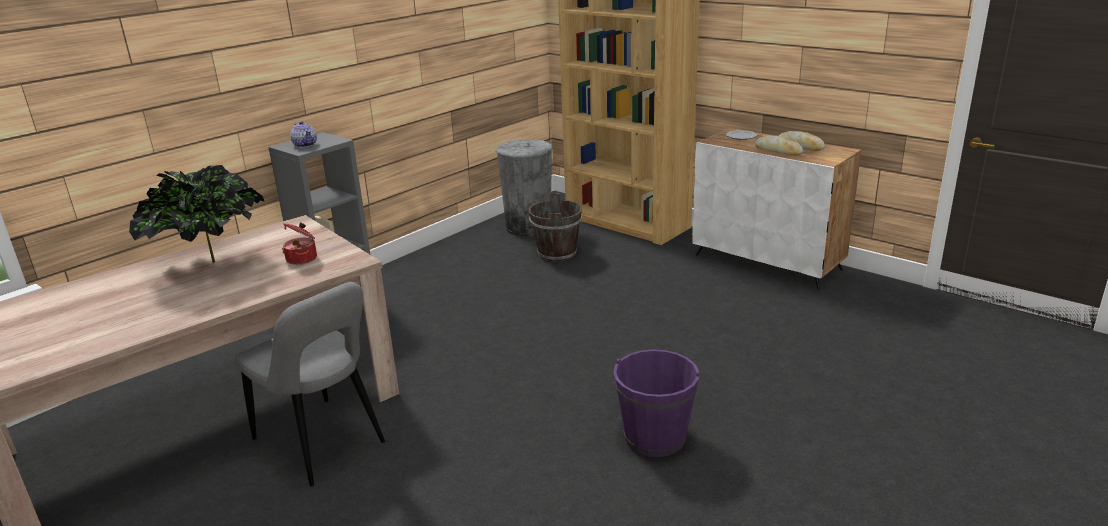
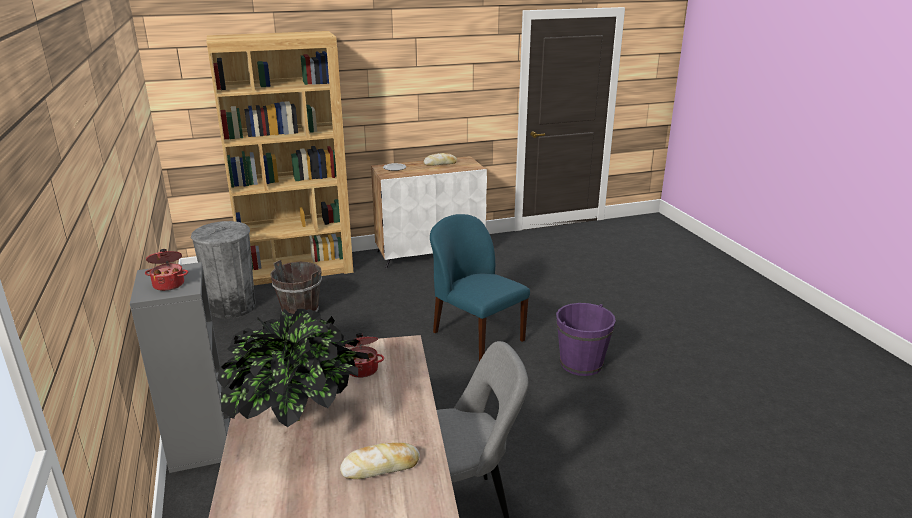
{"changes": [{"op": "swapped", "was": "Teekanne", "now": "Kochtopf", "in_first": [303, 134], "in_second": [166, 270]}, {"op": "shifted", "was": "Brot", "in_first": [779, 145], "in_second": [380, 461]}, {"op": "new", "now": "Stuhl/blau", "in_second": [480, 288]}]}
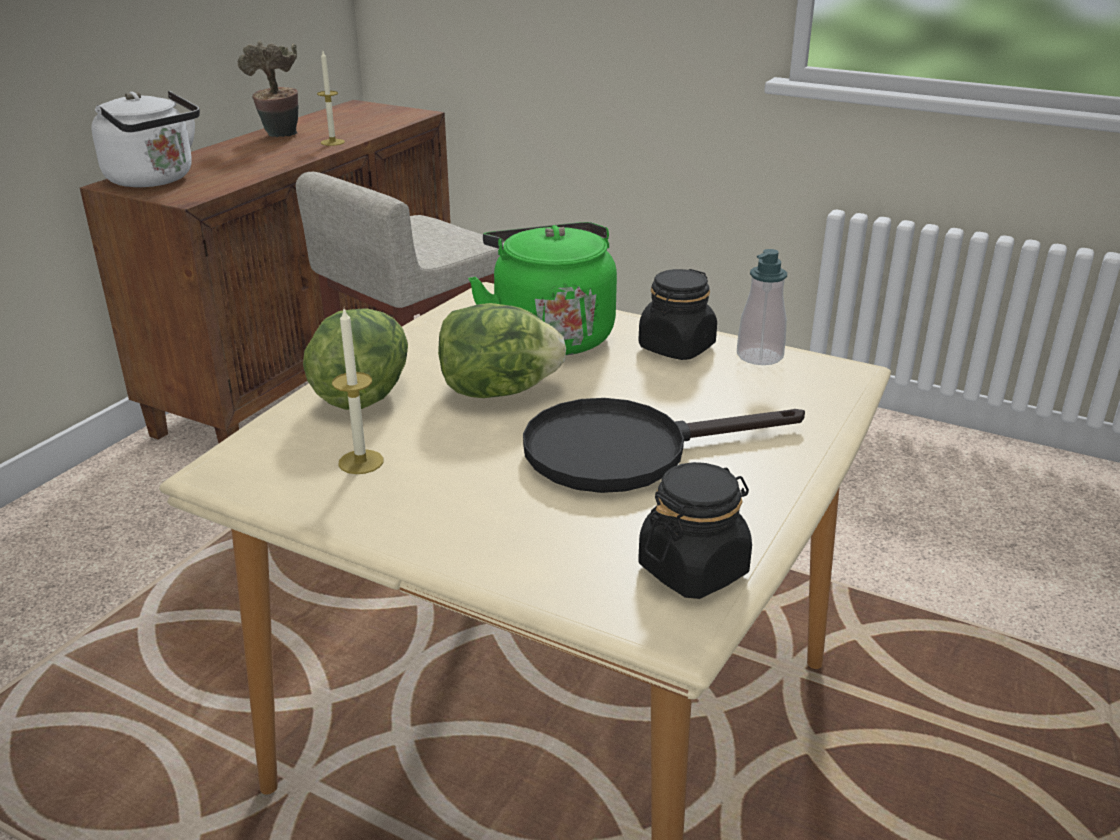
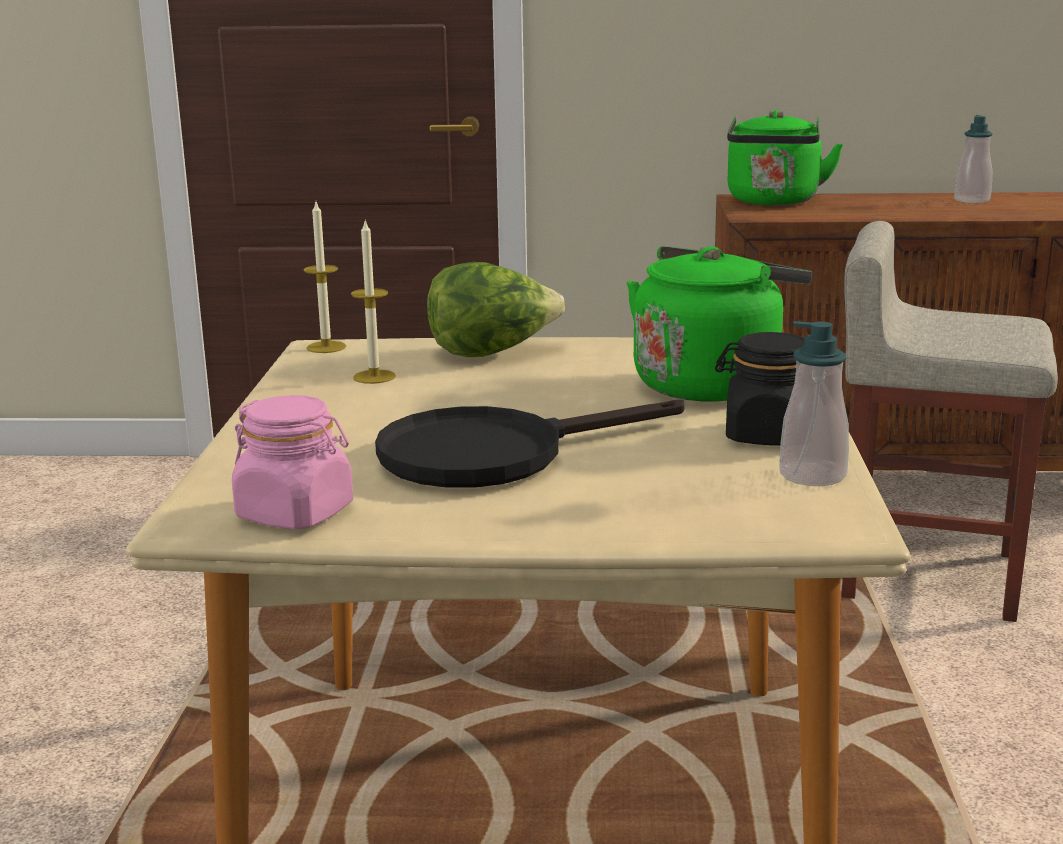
{"changes": [{"op": "repainted", "was": "Vorratsglas/schwarz", "now": "Vorratsglas/rosa", "in_first": [695, 530], "in_second": [292, 462]}, {"op": "shifted", "was": "Kerze", "in_first": [331, 98], "in_second": [324, 277]}, {"op": "rotated", "was": "Pfanne/schwarz", "in_first": [664, 445], "in_second": [530, 444], "clockwise": -75}, {"op": "repainted", "was": "Wasserkessel/weiß", "now": "Wasserkessel/grün", "in_first": [145, 139], "in_second": [785, 158]}, {"op": "swapped", "was": "Topfpflanze", "now": "Seifenspender", "in_first": [268, 89], "in_second": [973, 159]}, {"op": "gone", "was": "Salatkopf", "in_first": [502, 350]}]}
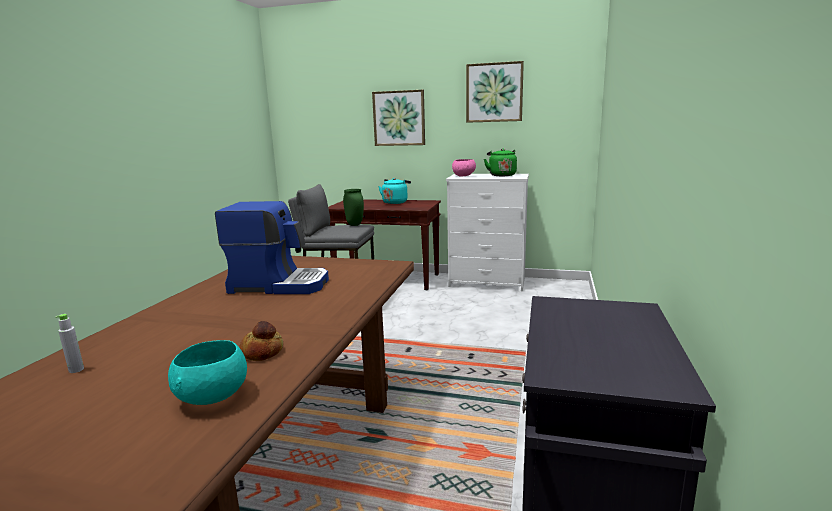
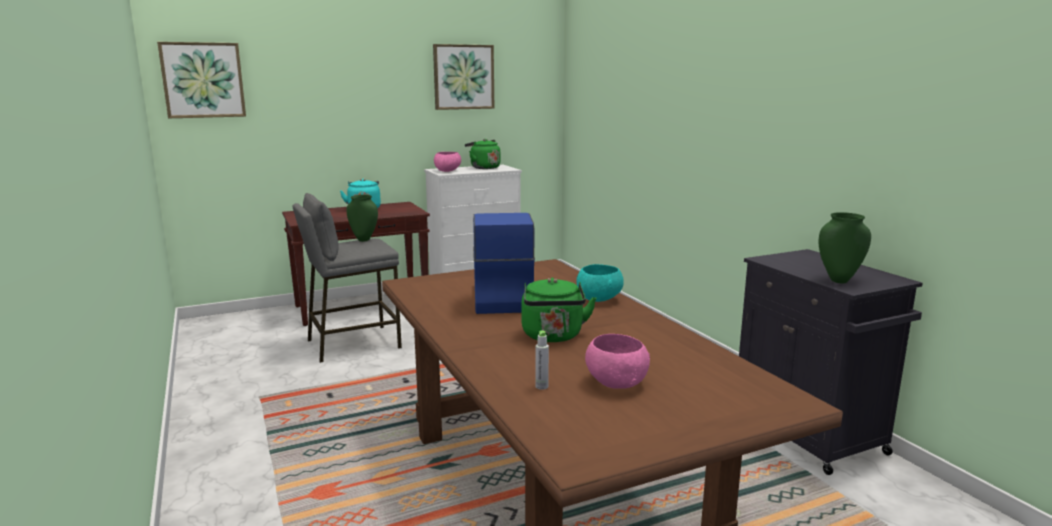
{"changes": [{"op": "shifted", "was": "Bild", "in_first": [398, 118], "in_second": [201, 80]}, {"op": "rotated", "was": "Kaffeemaschine", "in_first": [272, 247], "in_second": [504, 263], "clockwise": -60}, {"op": "new", "now": "Wasserkessel/grün", "in_second": [559, 310]}, {"op": "shifted", "was": "Schüssel/türkis", "in_first": [207, 372], "in_second": [600, 283]}, {"op": "new", "now": "Schüssel/rosa", "in_second": [617, 361]}, {"op": "new", "now": "Vase/grün", "in_second": [844, 248]}, {"op": "gone", "was": "Brot", "in_first": [261, 341]}]}
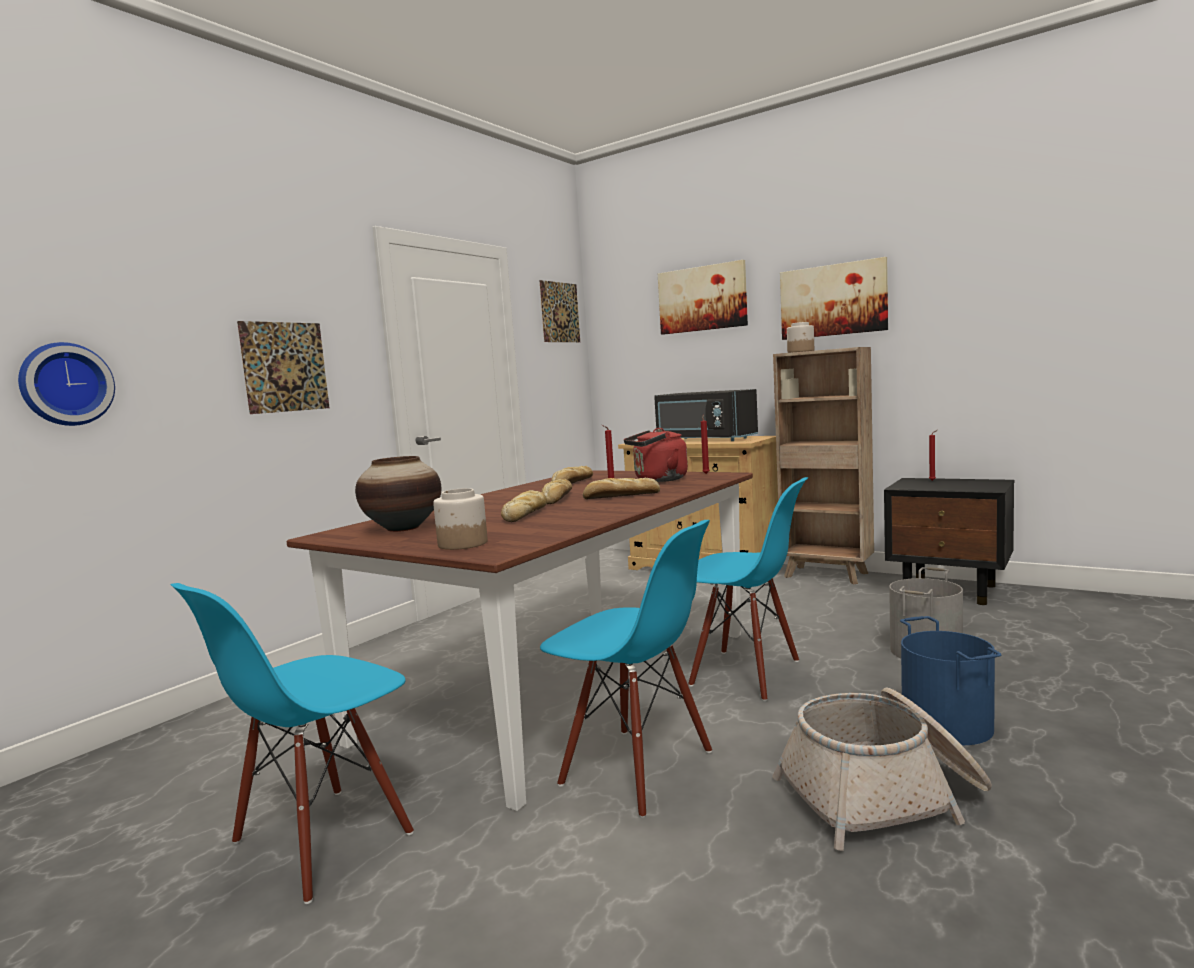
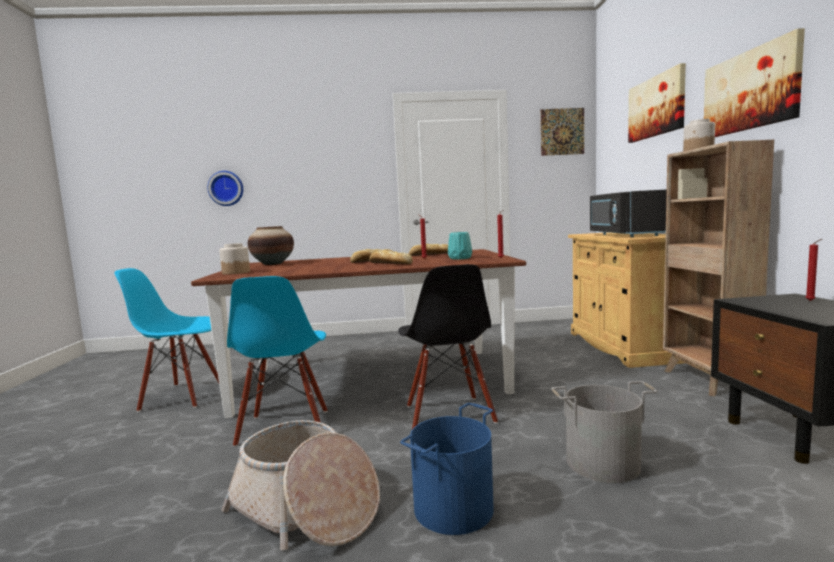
{"changes": [{"op": "repainted", "was": "Stuhl/blau", "now": "Stuhl/schwarz", "in_first": [748, 589], "in_second": [448, 346]}, {"op": "swapped", "was": "Wasserkessel/rot", "now": "Vase/türkis", "in_first": [656, 455], "in_second": [460, 245]}, {"op": "gone", "was": "Bild", "in_first": [283, 367]}, {"op": "gone", "was": "Brot", "in_first": [524, 506]}]}
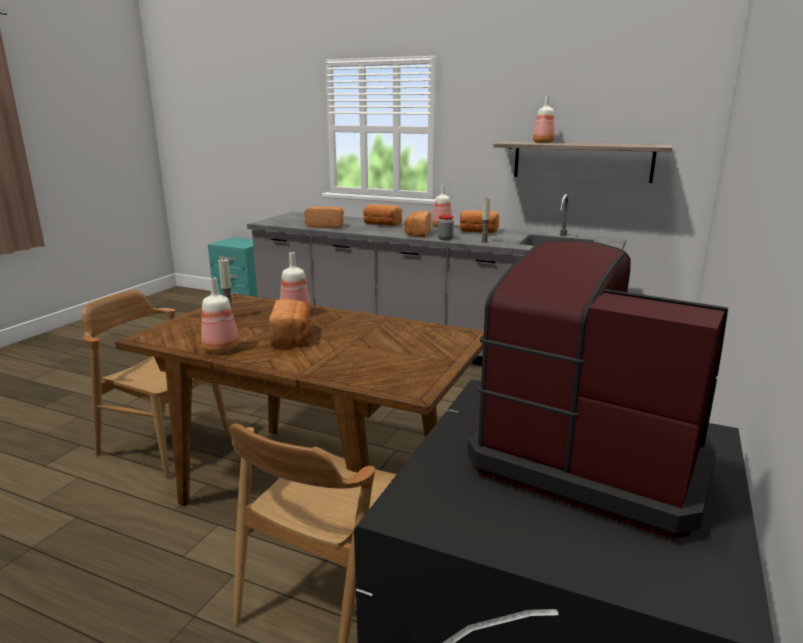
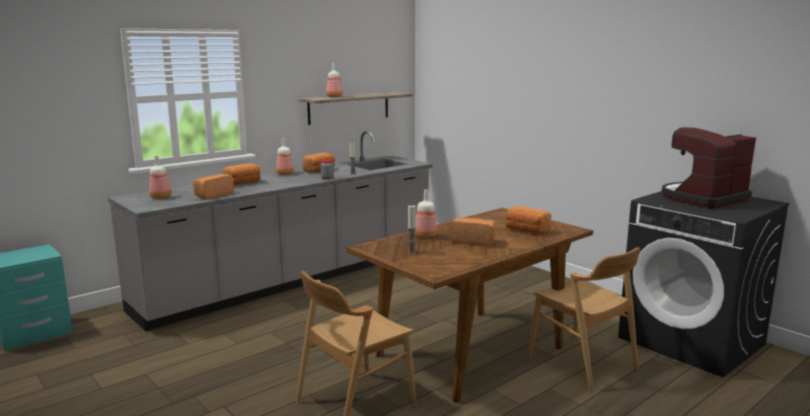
{"changes": [{"op": "shifted", "was": "Flasche", "in_first": [220, 315], "in_second": [160, 177]}, {"op": "shifted", "was": "Brot", "in_first": [417, 224], "in_second": [528, 220]}]}
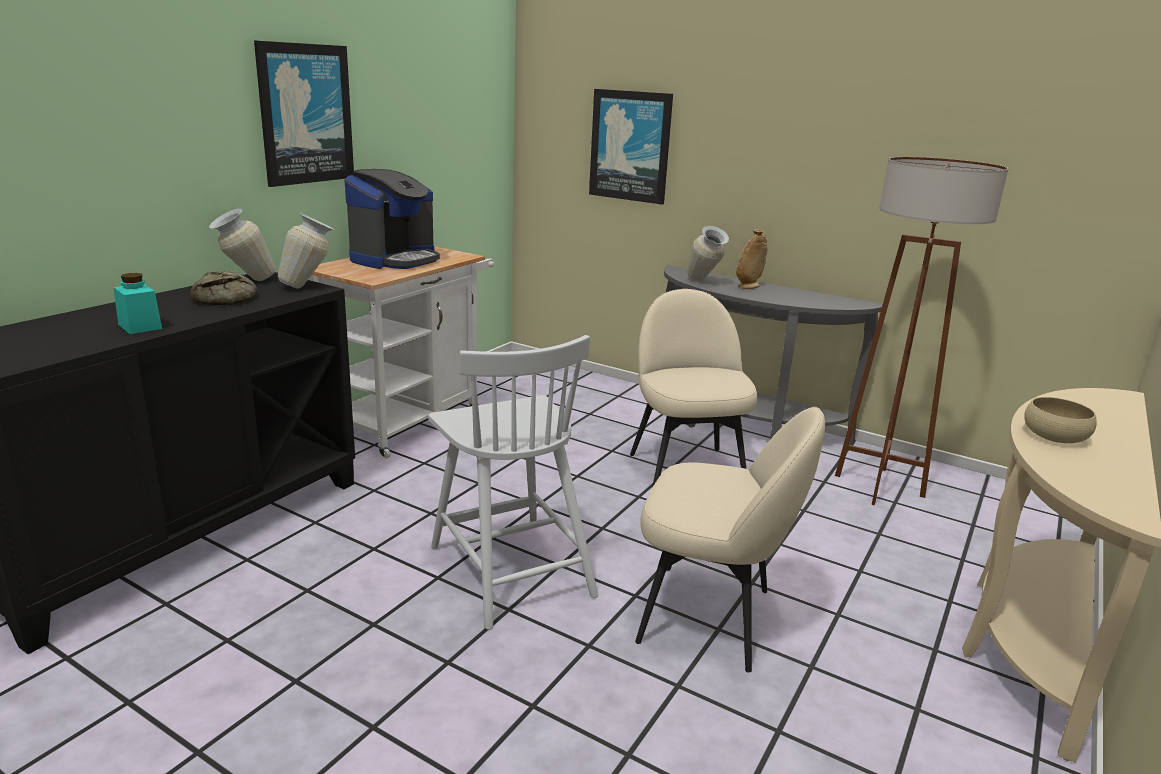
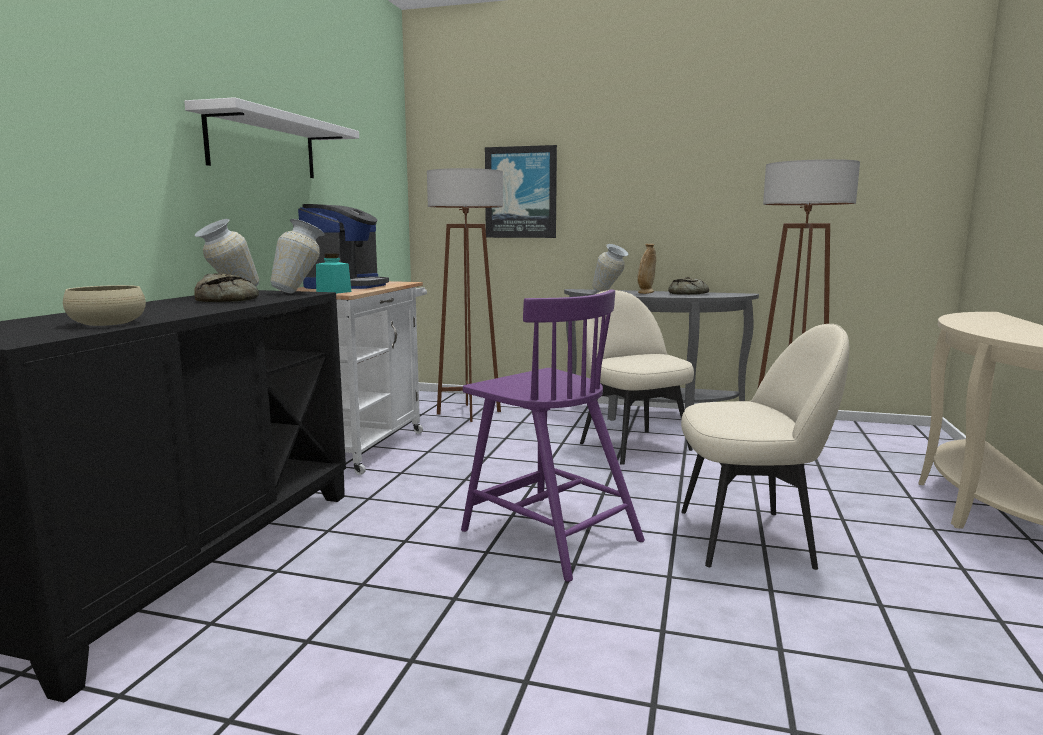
{"changes": [{"op": "shifted", "was": "Schüssel/beige", "in_first": [1060, 420], "in_second": [104, 305]}, {"op": "swapped", "was": "Bild", "now": "Wandregal/weiß", "in_first": [304, 114], "in_second": [271, 137]}, {"op": "shifted", "was": "Vorratsglas/türkis", "in_first": [137, 303], "in_second": [333, 273]}, {"op": "new", "now": "Stehlampe/braun", "in_second": [465, 295]}, {"op": "repainted", "was": "Stuhl/weiß", "now": "Stuhl/lila", "in_first": [513, 482], "in_second": [553, 435]}, {"op": "new", "now": "Brot", "in_second": [688, 286]}]}
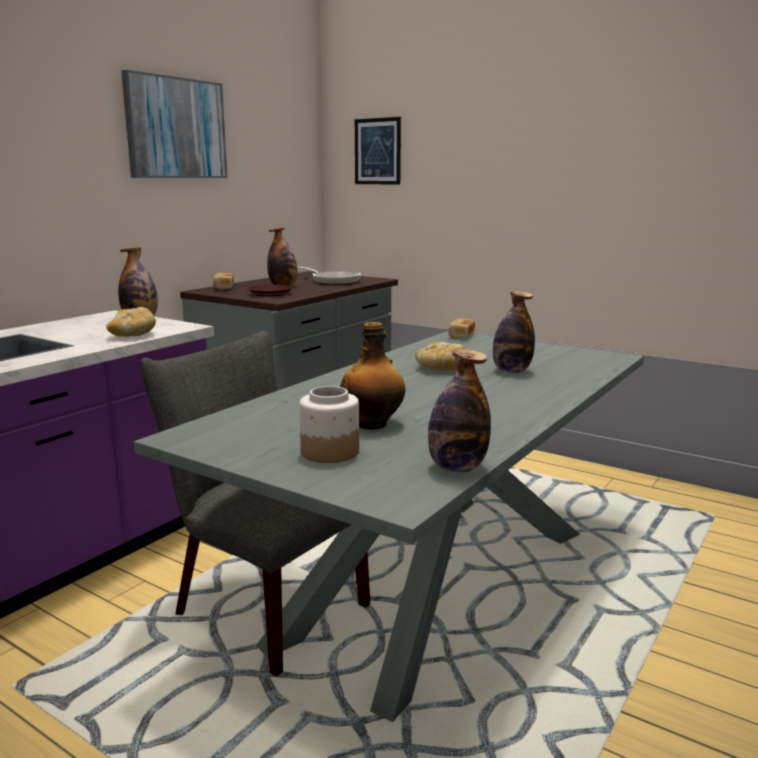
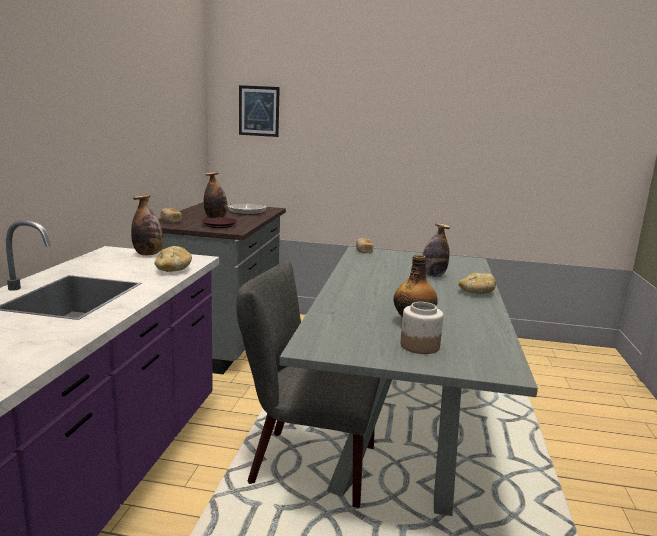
{"changes": [{"op": "shifted", "was": "Brot", "in_first": [440, 356], "in_second": [477, 283]}, {"op": "gone", "was": "Bild", "in_first": [174, 124]}, {"op": "gone", "was": "Flasche", "in_first": [459, 410]}]}
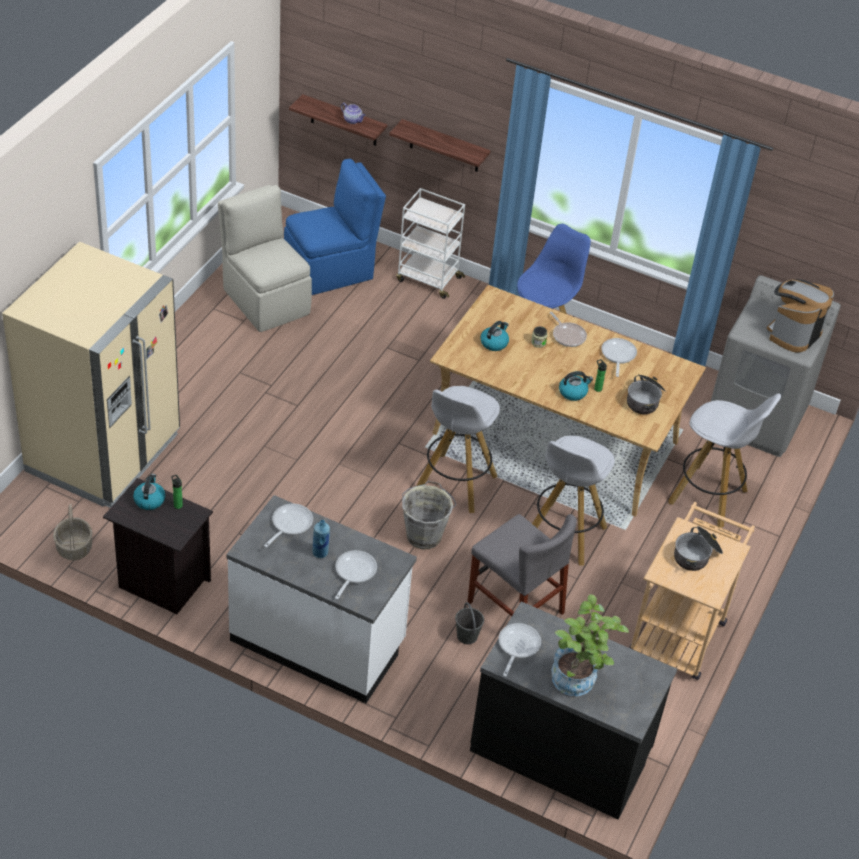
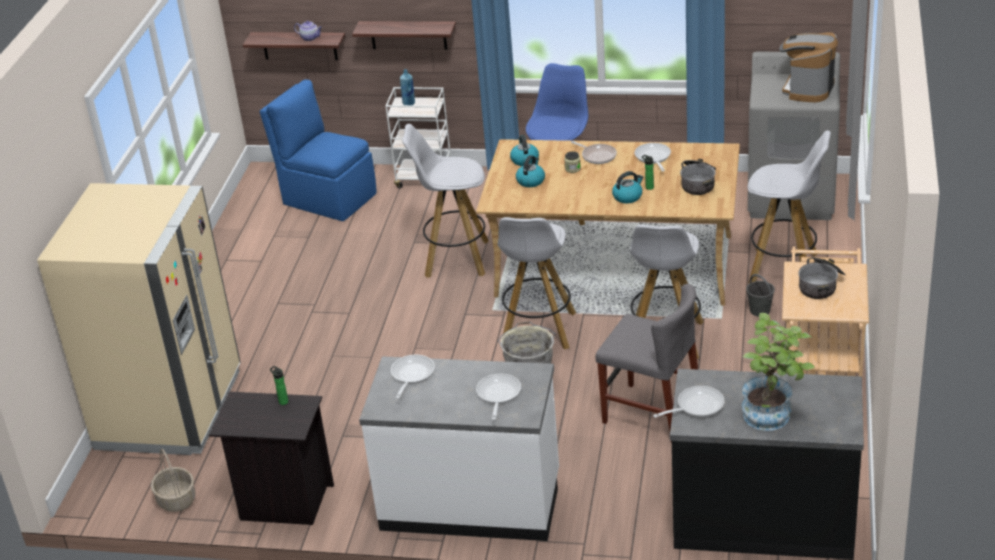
{"changes": [{"op": "rotated", "was": "Stuhl/blau", "in_first": [335, 227], "in_second": [318, 150], "clockwise": -105}, {"op": "shifted", "was": "Flasche/blau", "in_first": [321, 539], "in_second": [407, 87]}, {"op": "new", "now": "Hocker/weiß", "in_second": [445, 201]}, {"op": "shifted", "was": "Wasserkessel", "in_first": [149, 492], "in_second": [524, 150]}, {"op": "rotated", "was": "Pfanne", "in_first": [520, 650], "in_second": [689, 402], "clockwise": 60}, {"op": "shifted", "was": "Eimer/grau", "in_first": [469, 623], "in_second": [760, 295]}, {"op": "gone", "was": "Stuhl/beige", "in_first": [265, 258]}]}
